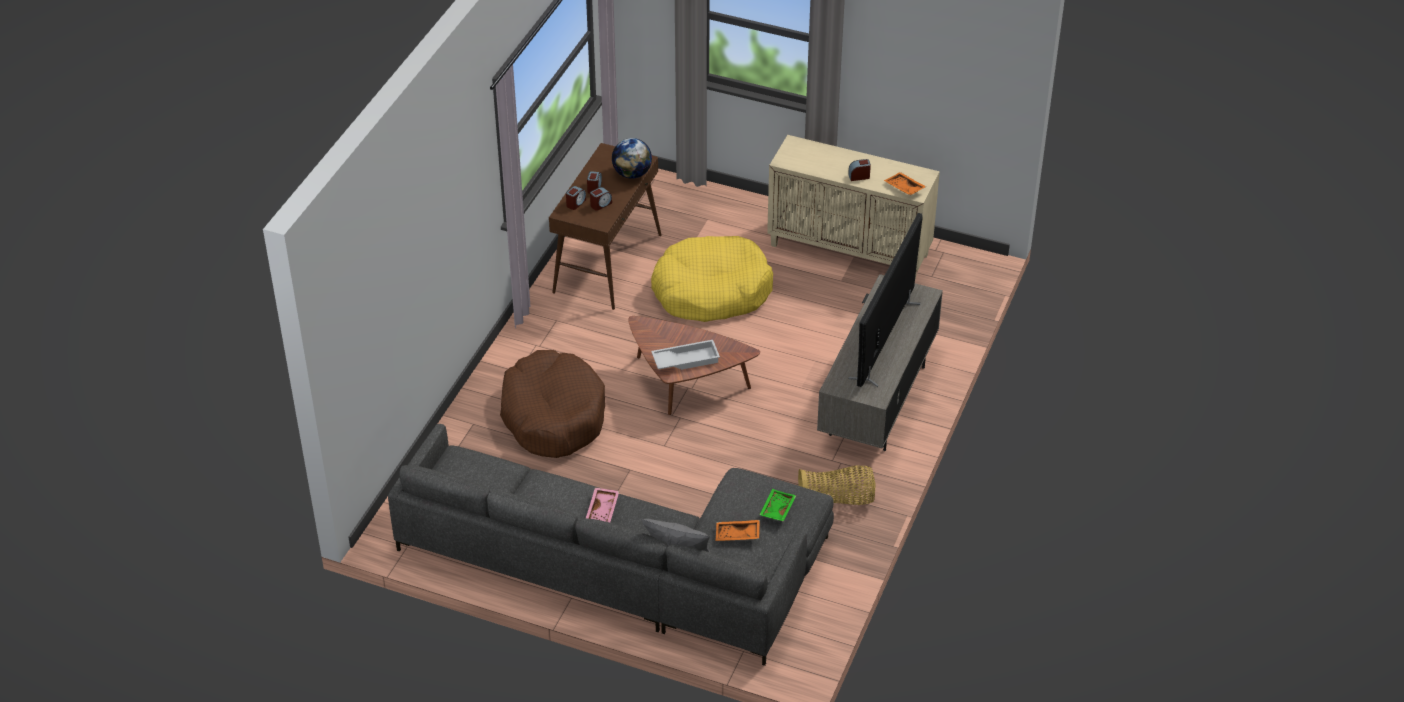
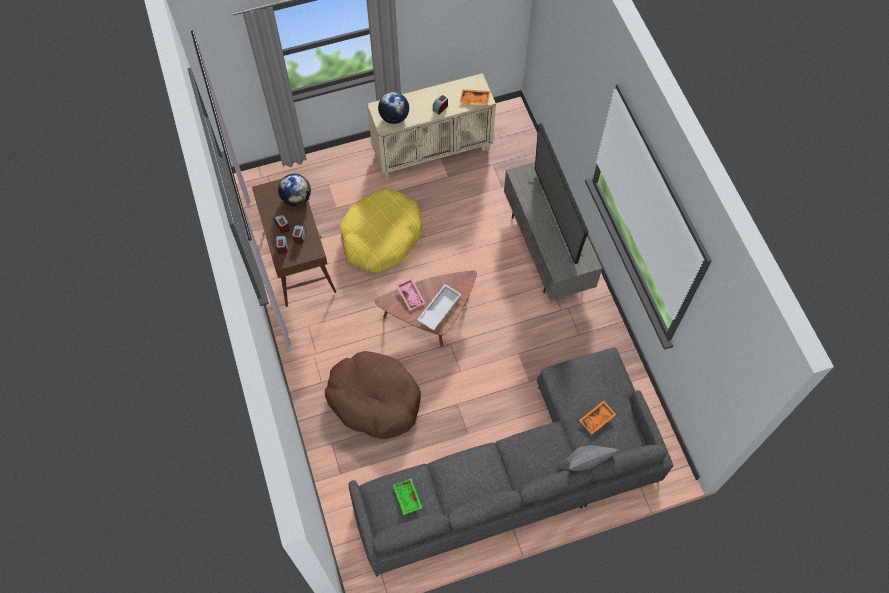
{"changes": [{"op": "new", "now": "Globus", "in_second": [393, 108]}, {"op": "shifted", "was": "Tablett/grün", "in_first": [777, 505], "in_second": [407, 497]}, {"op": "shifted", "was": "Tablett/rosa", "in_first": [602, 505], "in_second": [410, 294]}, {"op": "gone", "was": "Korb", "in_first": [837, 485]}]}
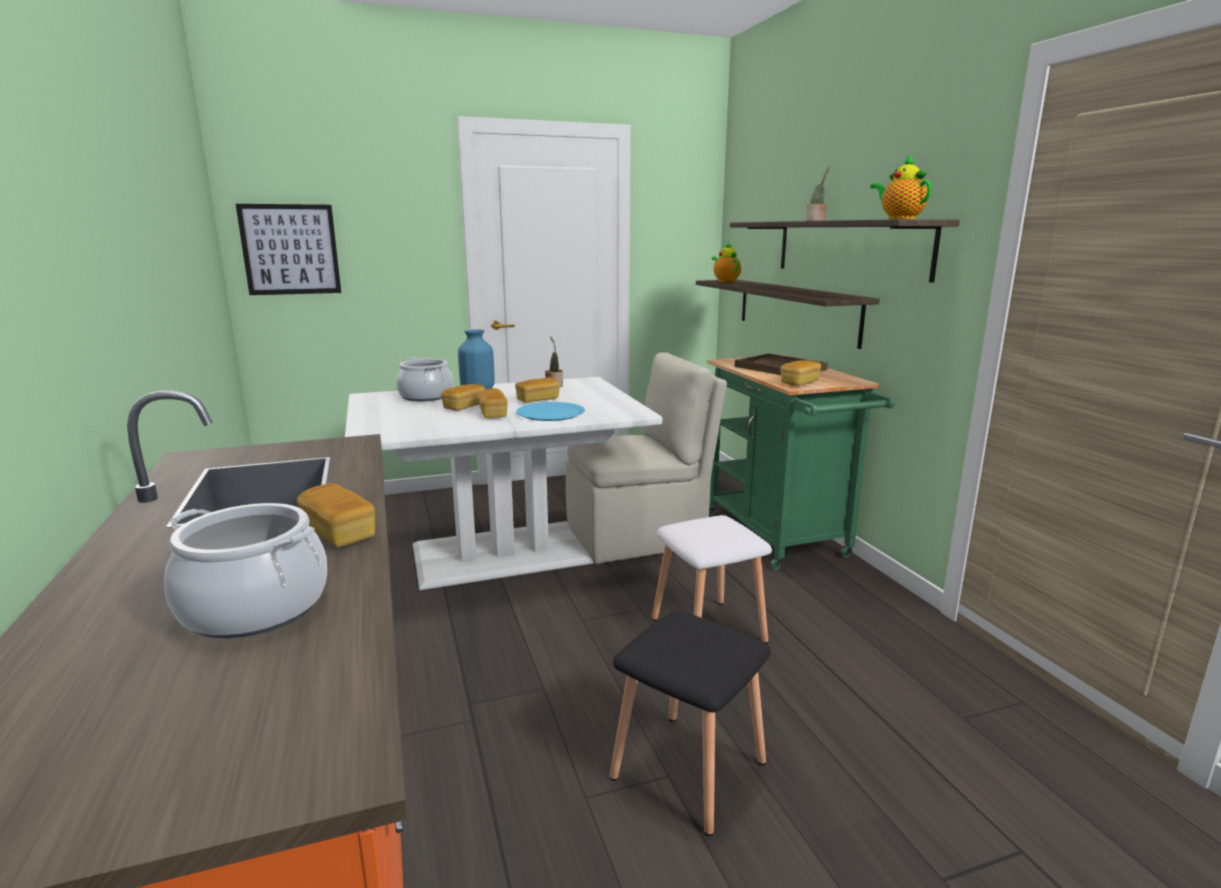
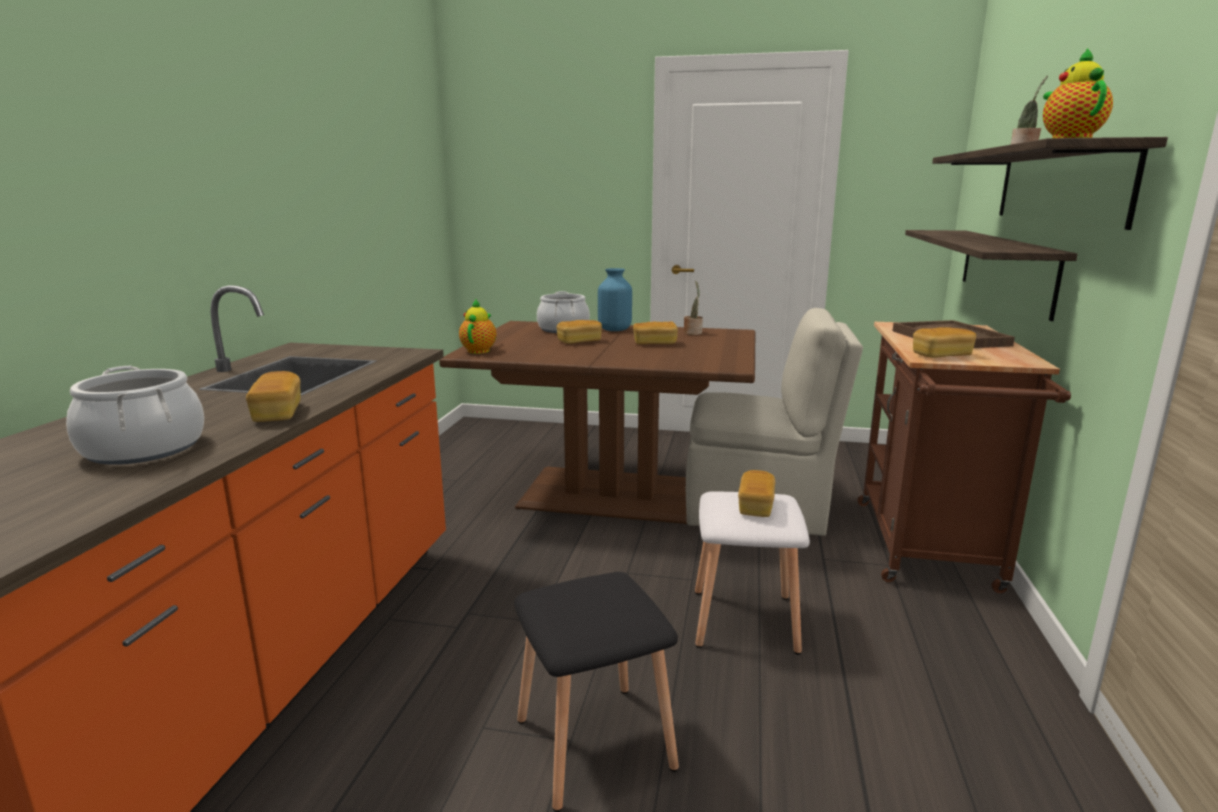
{"changes": [{"op": "repainted", "was": "Esstisch/weiß", "now": "Esstisch/braun", "in_first": [503, 483], "in_second": [597, 422]}, {"op": "shifted", "was": "Teekanne", "in_first": [727, 262], "in_second": [477, 326]}, {"op": "shifted", "was": "Brot", "in_first": [493, 403], "in_second": [756, 493]}, {"op": "repainted", "was": "Rollwagen/grün", "now": "Rollwagen/braun", "in_first": [801, 462], "in_second": [964, 457]}, {"op": "gone", "was": "Bild", "in_first": [288, 249]}, {"op": "gone", "was": "Teller/blau", "in_first": [550, 411]}]}
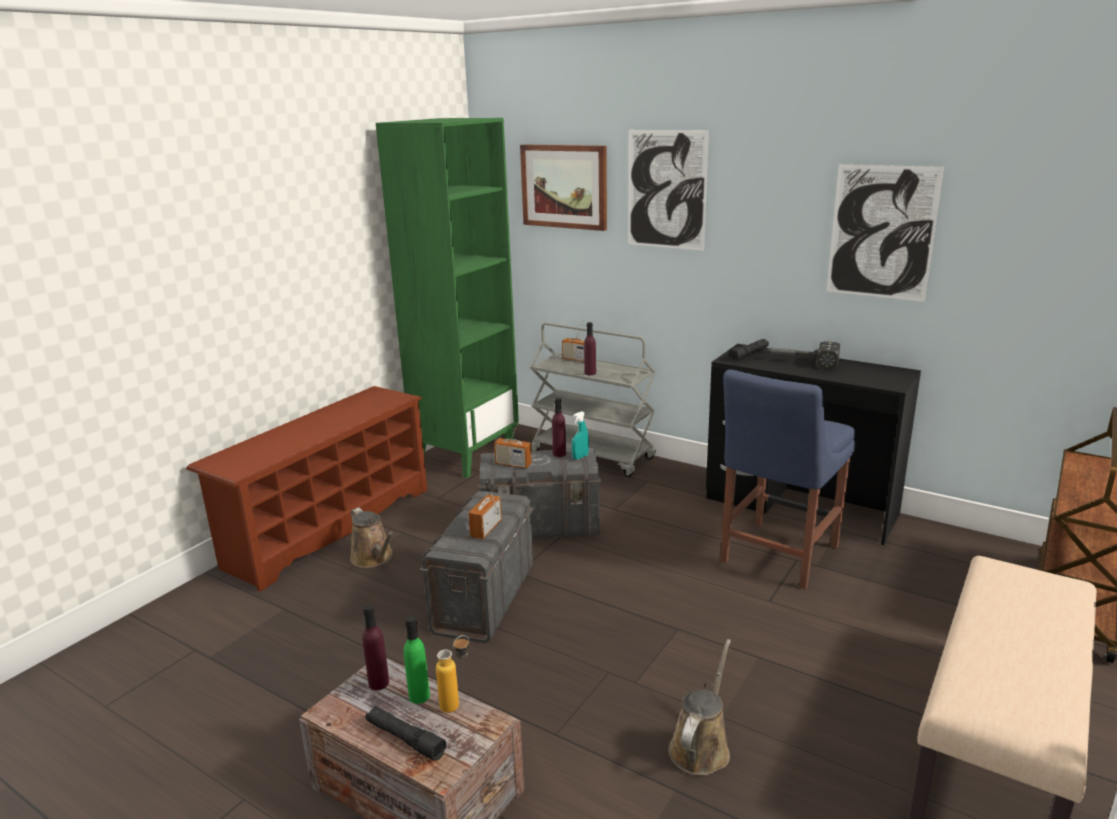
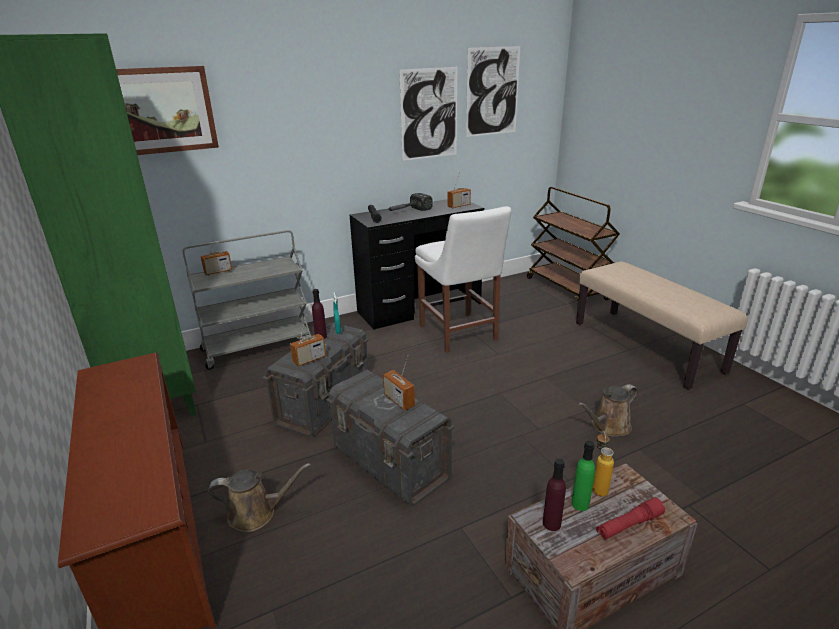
{"changes": [{"op": "repainted", "was": "Stuhl/blau", "now": "Stuhl/weiß", "in_first": [788, 479], "in_second": [463, 279]}, {"op": "new", "now": "Radio", "in_second": [459, 189]}, {"op": "shifted", "was": "Bild", "in_first": [668, 190], "in_second": [493, 91]}, {"op": "rotated", "was": "Gießkanne/braun", "in_first": [699, 707], "in_second": [607, 410], "clockwise": -90}, {"op": "repainted", "was": "Taschenlampe/schwarz", "now": "Taschenlampe/rot", "in_first": [406, 733], "in_second": [630, 519]}, {"op": "gone", "was": "Flasche/lila", "in_first": [590, 348]}]}
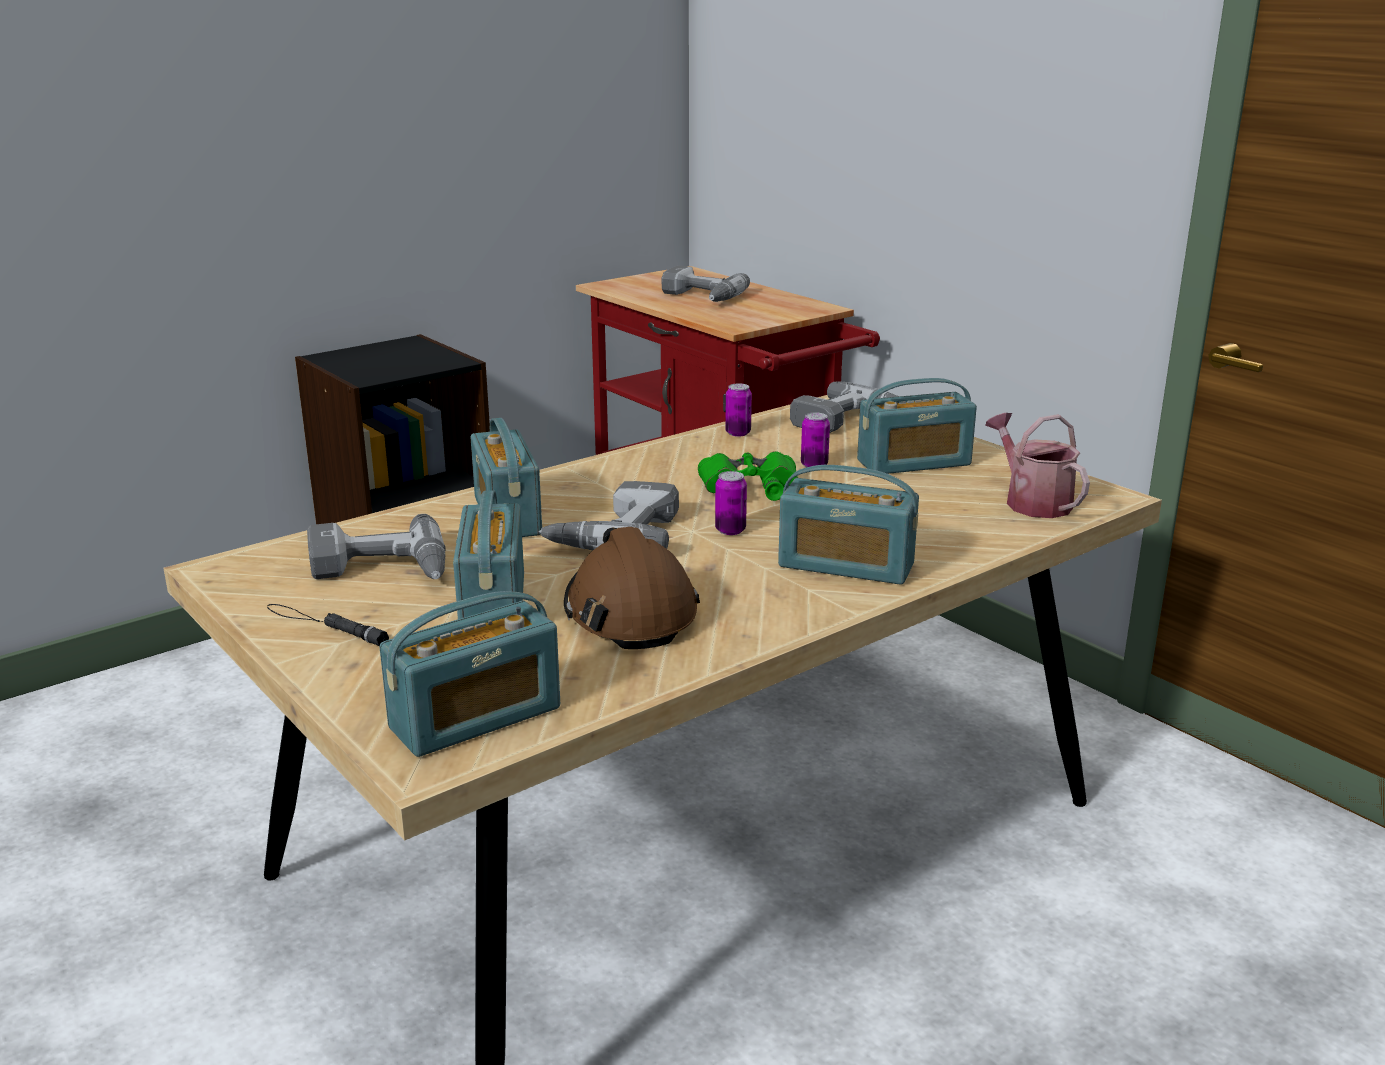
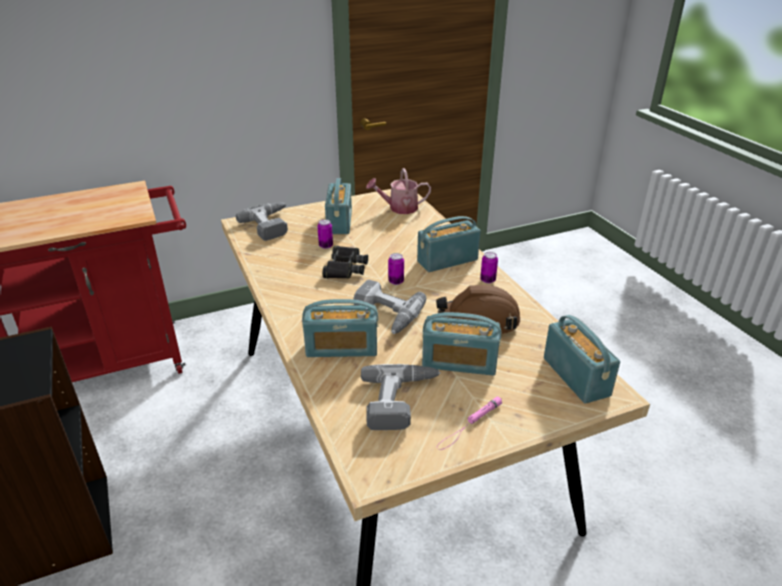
{"changes": [{"op": "repainted", "was": "Fernglas/grün", "now": "Fernglas/schwarz", "in_first": [748, 476], "in_second": [345, 262]}, {"op": "rotated", "was": "Radio", "in_first": [848, 525], "in_second": [448, 244], "clockwise": -150}, {"op": "repainted", "was": "Taschenlampe/schwarz", "now": "Taschenlampe/rosa", "in_first": [328, 625], "in_second": [469, 423]}, {"op": "shifted", "was": "Dose", "in_first": [738, 410], "in_second": [489, 267]}, {"op": "gone", "was": "Bohrmaschine", "in_first": [706, 284]}]}
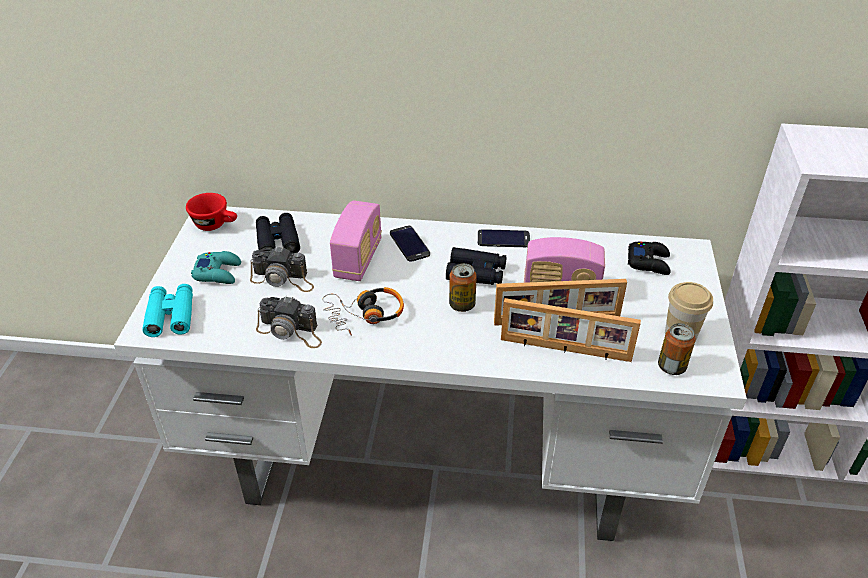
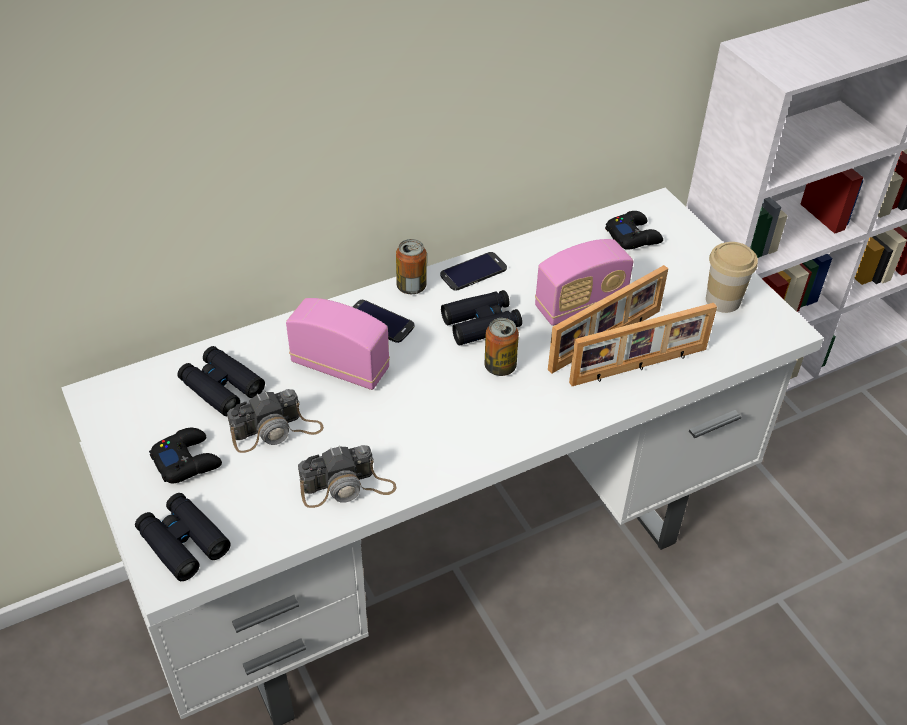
{"changes": [{"op": "repainted", "was": "Fernglas/türkis", "now": "Fernglas/schwarz", "in_first": [167, 310], "in_second": [183, 537]}, {"op": "repainted", "was": "Gamepad/türkis", "now": "Gamepad/schwarz", "in_first": [216, 267], "in_second": [185, 456]}, {"op": "rotated", "was": "Radio", "in_first": [356, 240], "in_second": [338, 344], "clockwise": -45}, {"op": "shifted", "was": "Dose", "in_first": [677, 349], "in_second": [411, 266]}, {"op": "gone", "was": "Tasse/rot", "in_first": [211, 212]}, {"op": "gone", "was": "Kopfhörer", "in_first": [363, 311]}]}
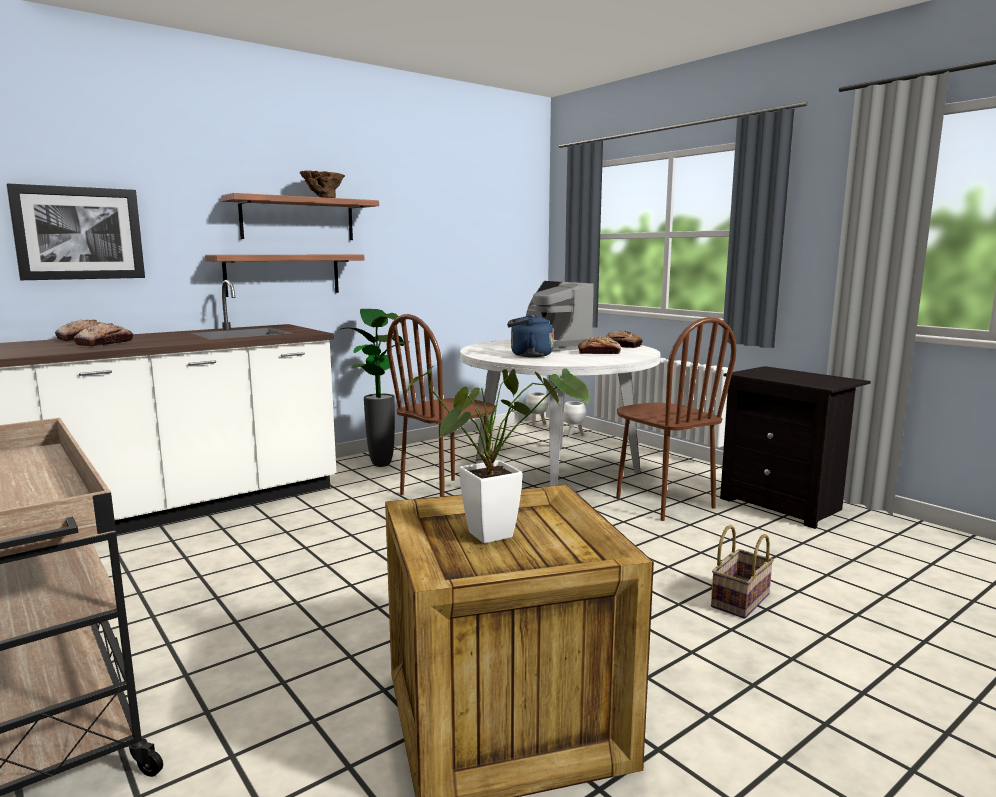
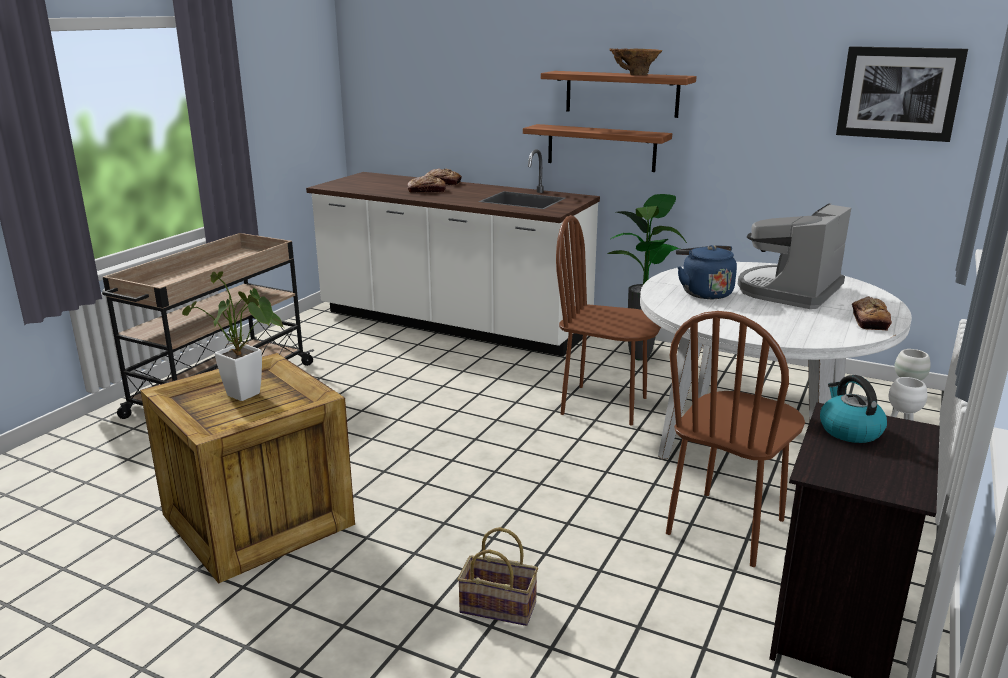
{"changes": [{"op": "new", "now": "Wasserkessel", "in_second": [853, 409]}, {"op": "shifted", "was": "Bild", "in_first": [75, 231], "in_second": [902, 94]}, {"op": "gone", "was": "Brot", "in_first": [599, 345]}]}
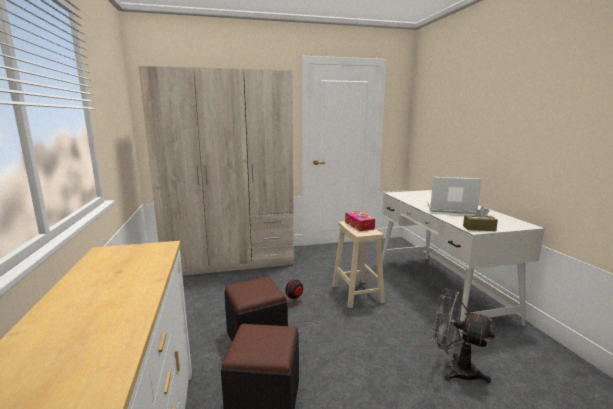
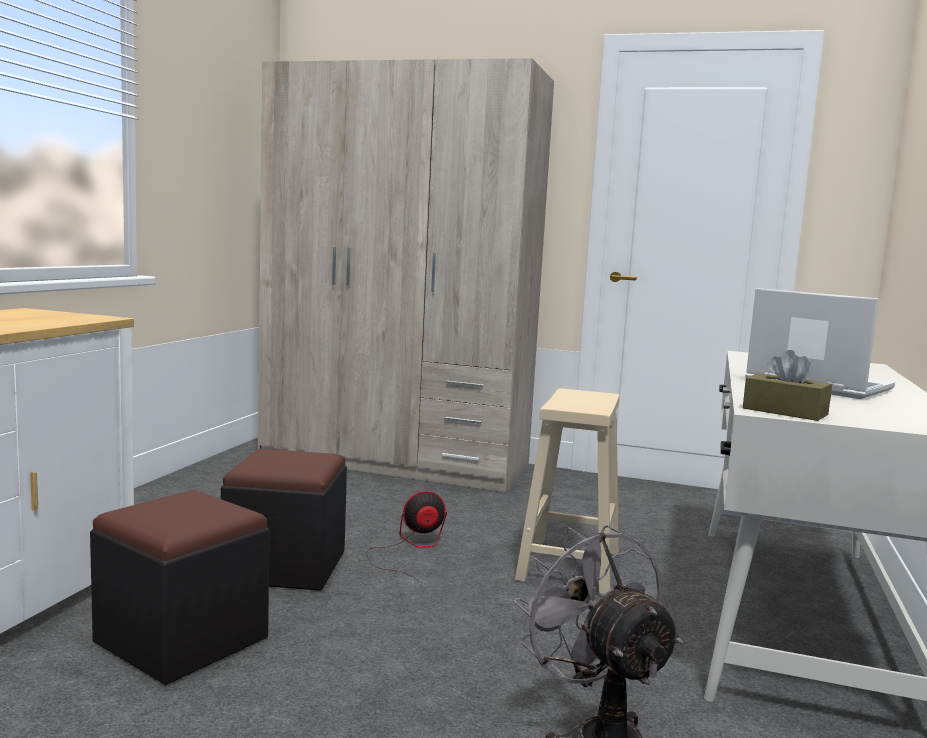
{"changes": [{"op": "gone", "was": "Taschentuchbox", "in_first": [360, 221]}]}
